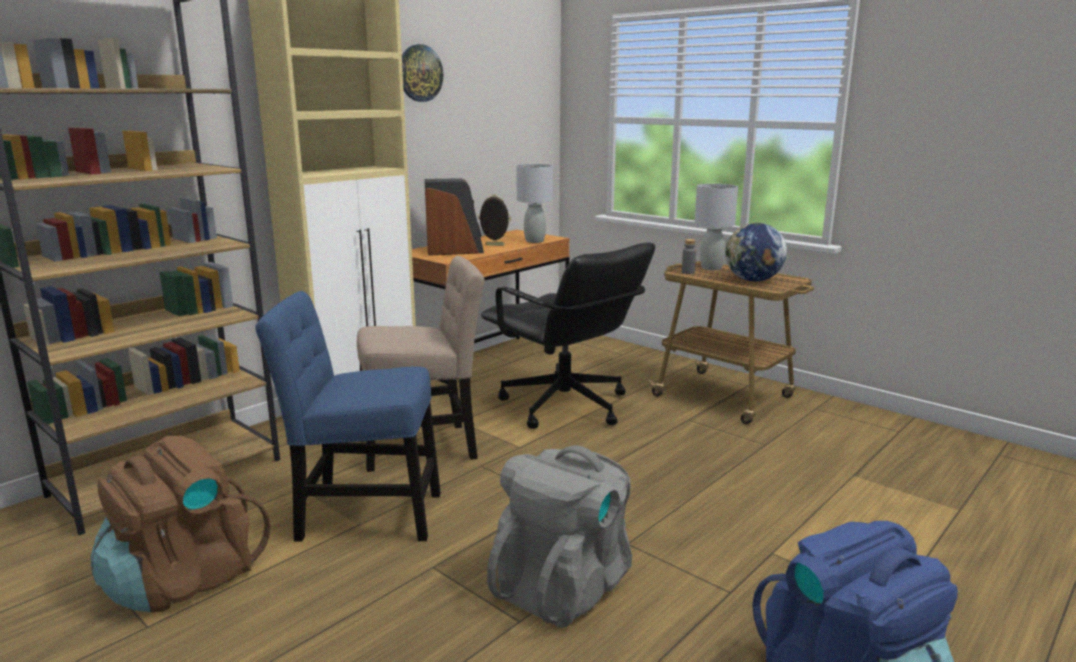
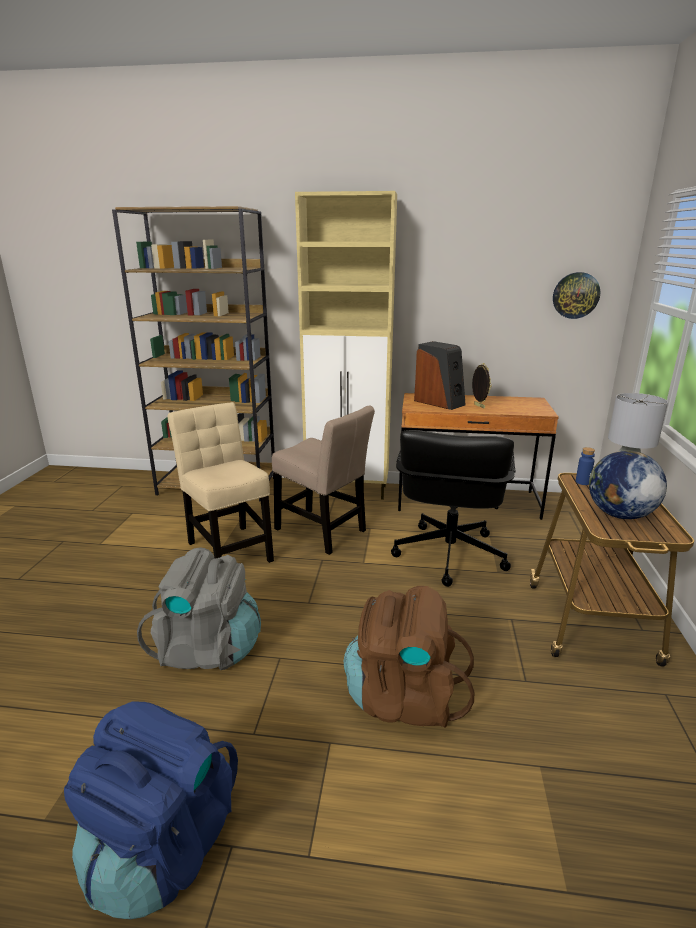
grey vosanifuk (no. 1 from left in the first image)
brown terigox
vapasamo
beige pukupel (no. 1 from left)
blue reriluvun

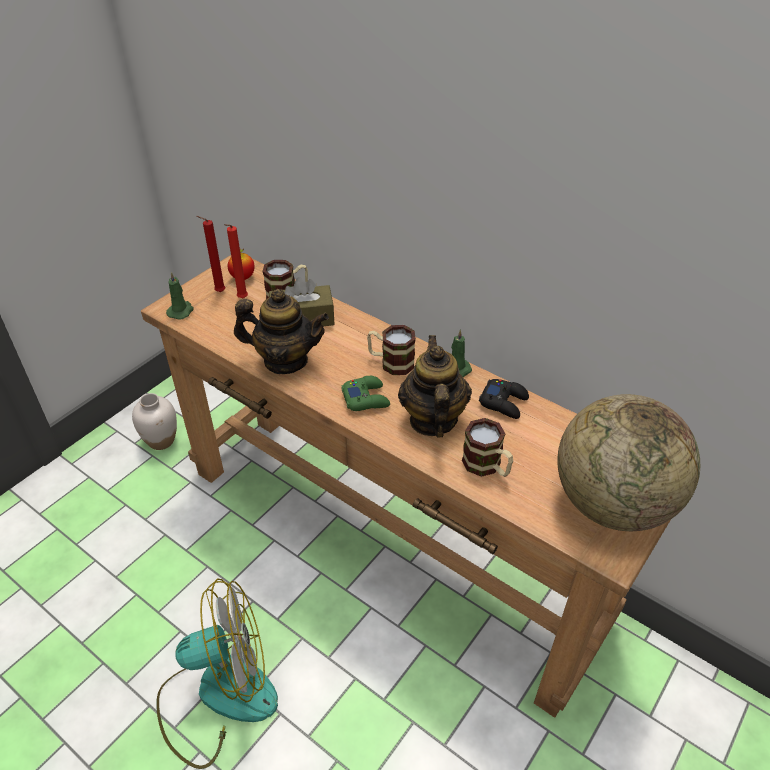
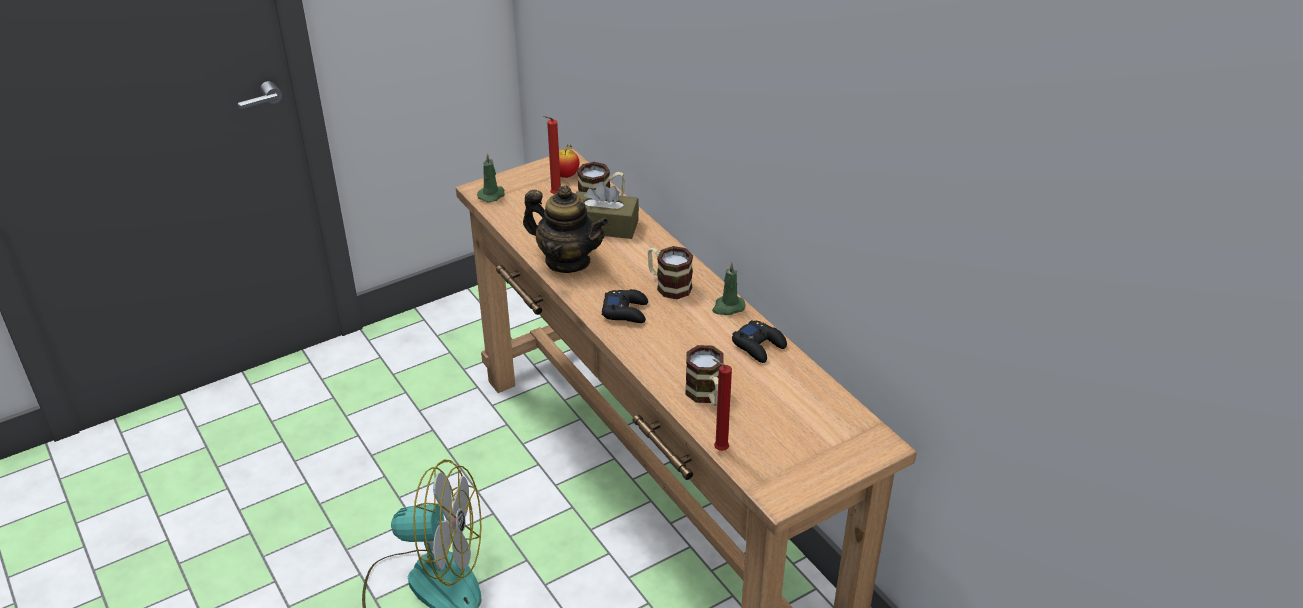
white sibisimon
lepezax (no. 2 from left in the first image)
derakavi
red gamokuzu (no. 2 from left)
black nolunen (no. 1 from left)

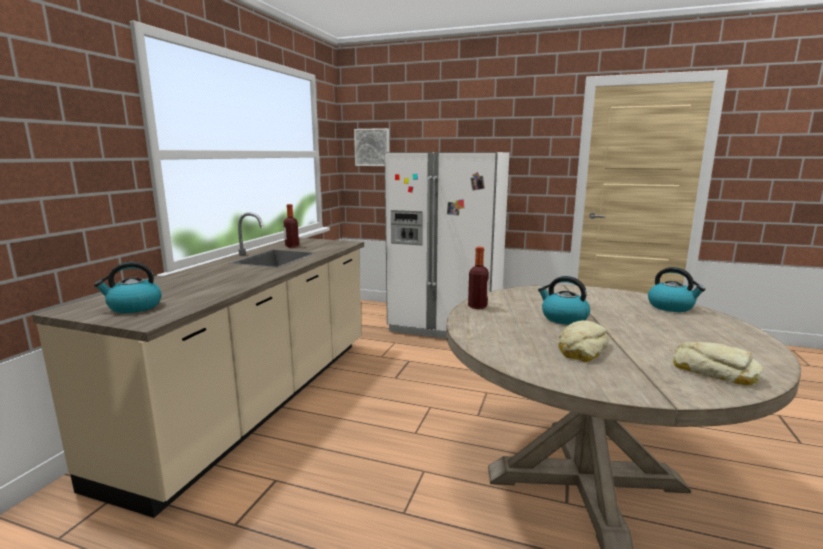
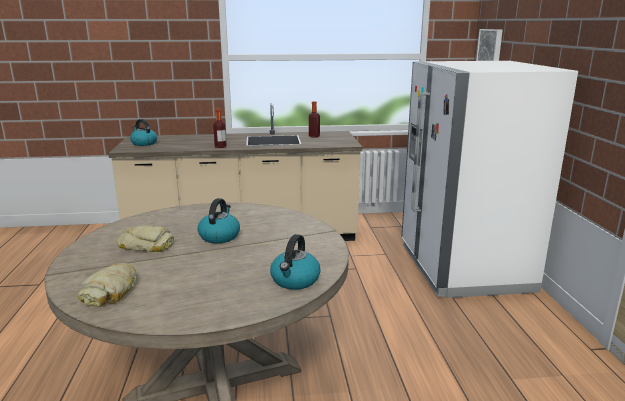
reriluvun (no. 1 from left)

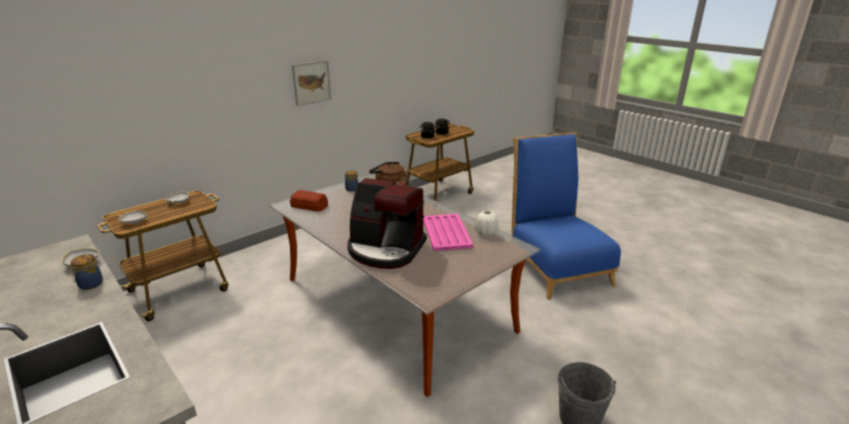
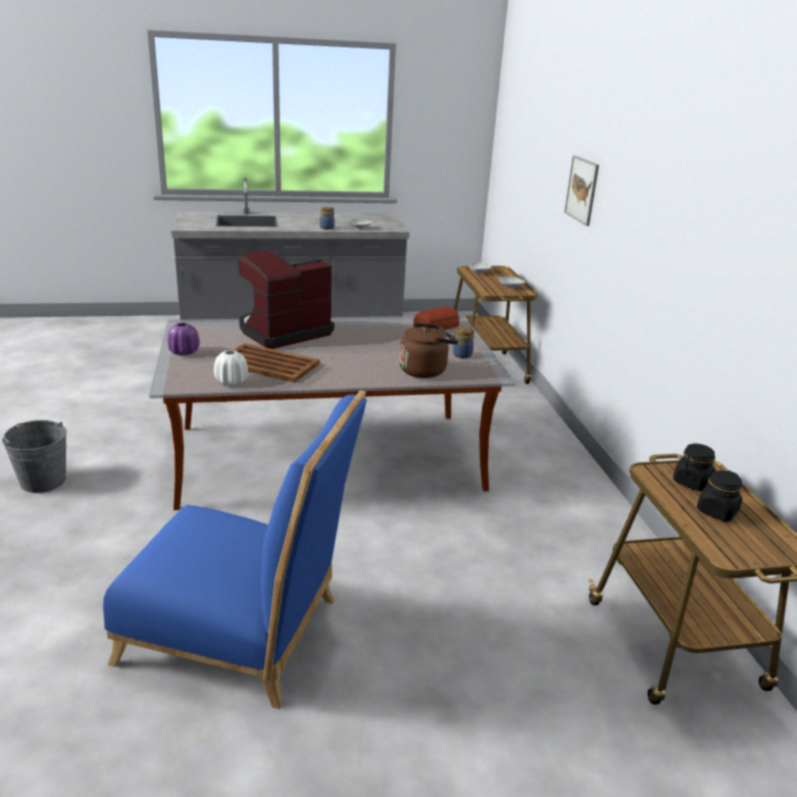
purple sibisimon
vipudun
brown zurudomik

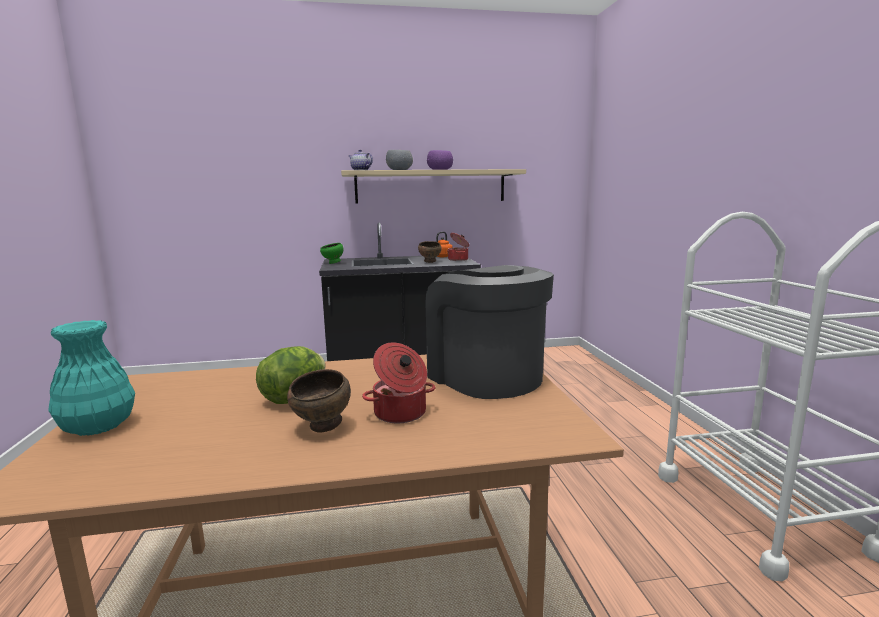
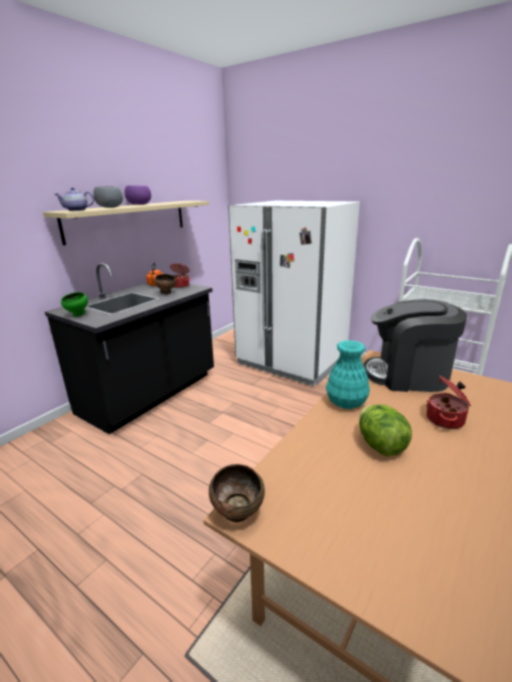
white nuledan
turquoise sibisimon
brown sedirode (no. 2 from left)

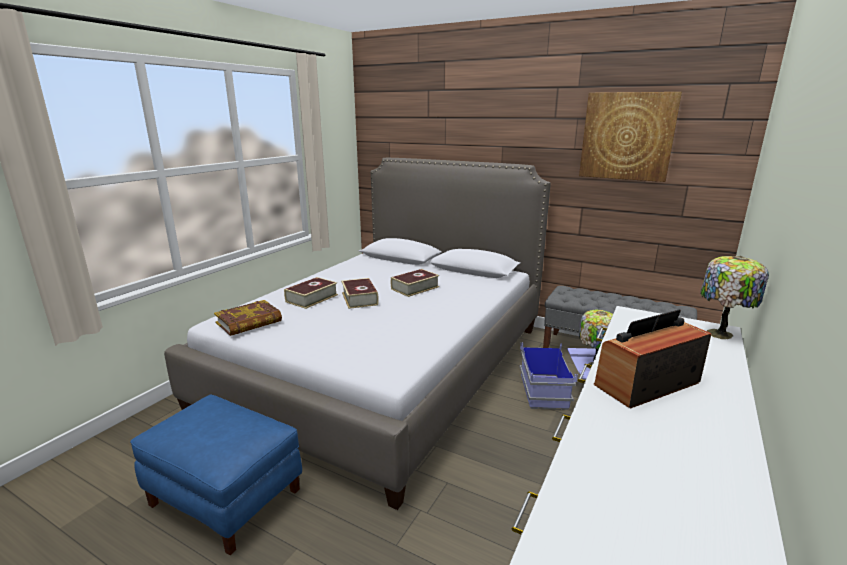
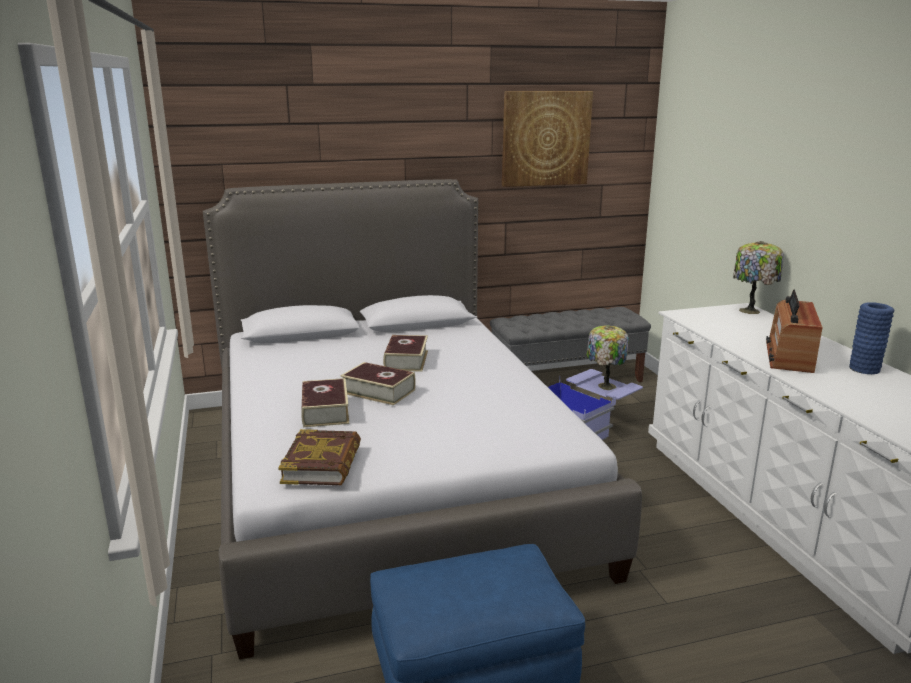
blue sibisimon

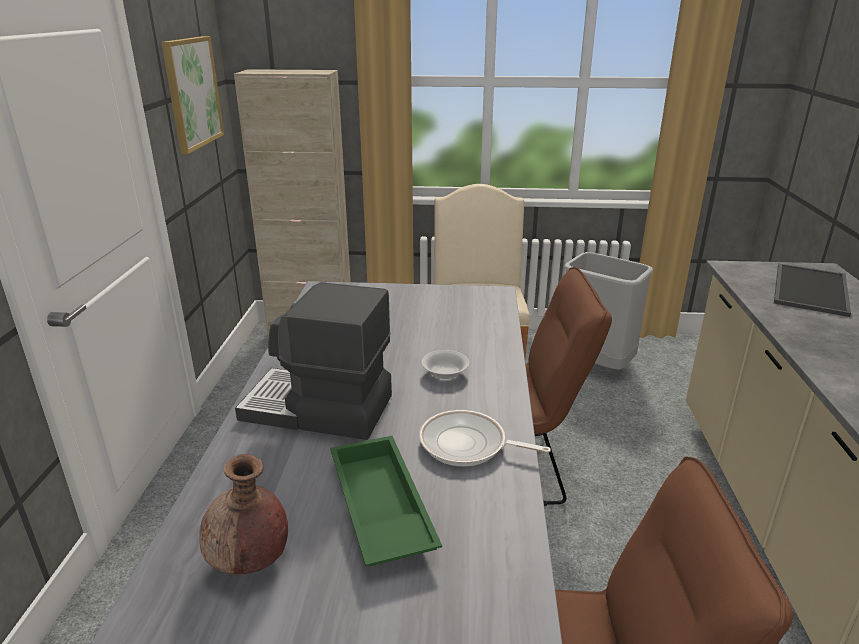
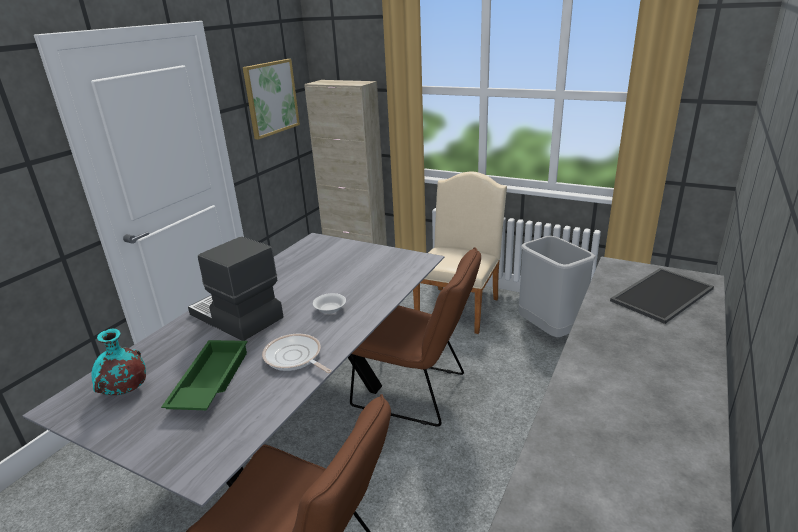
turquoise sibisimon

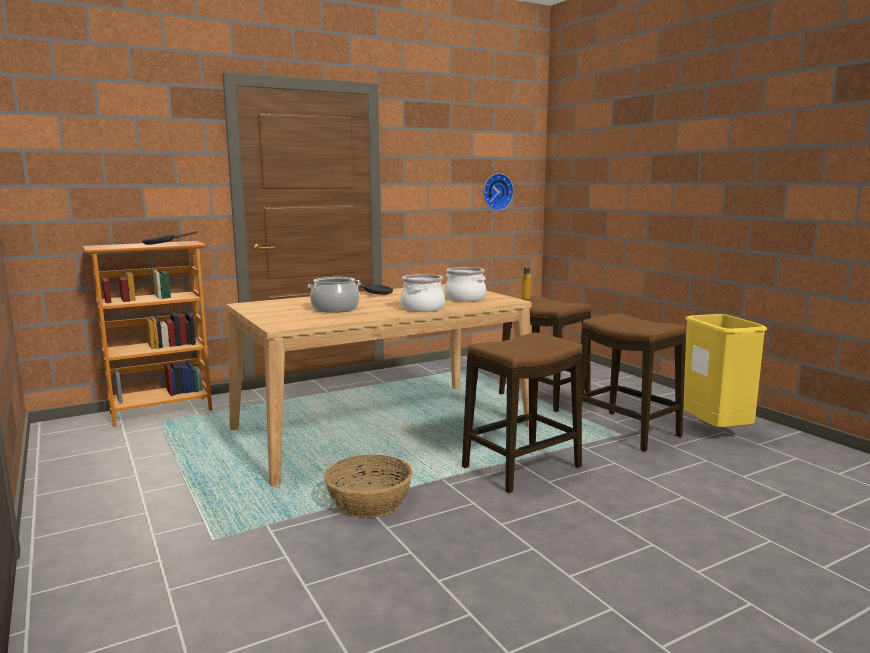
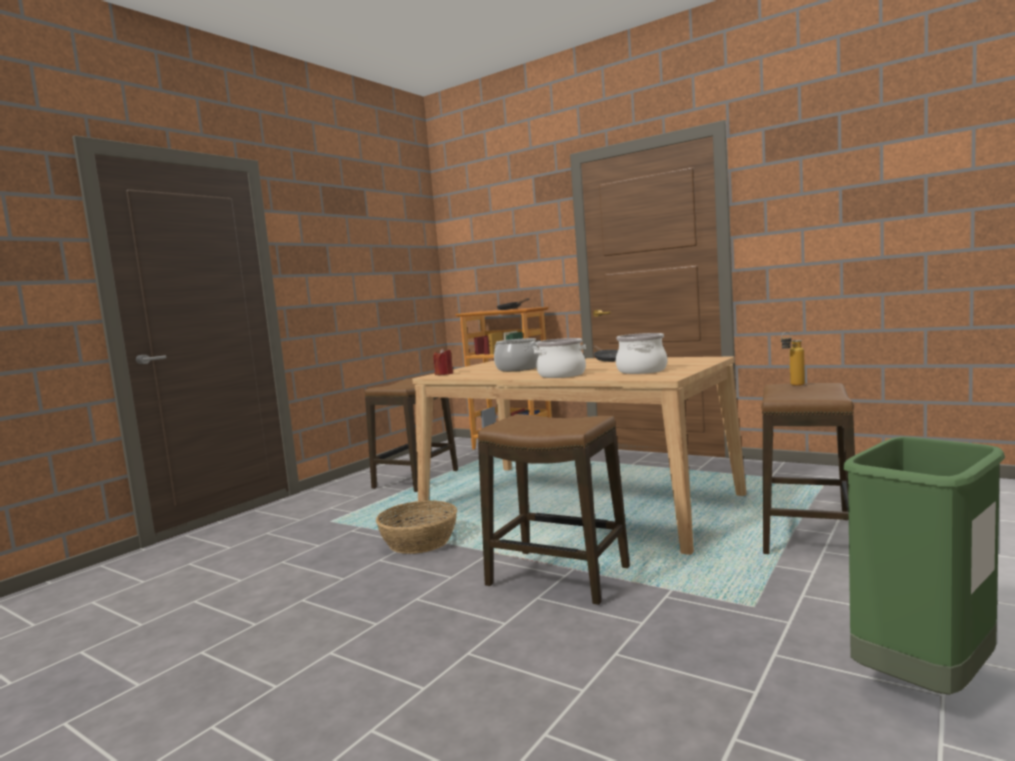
vapasamo
red gamokuzu
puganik (no. 1 from left)
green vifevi

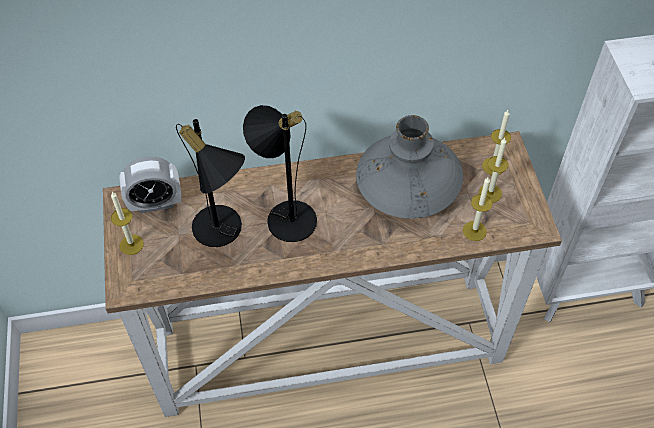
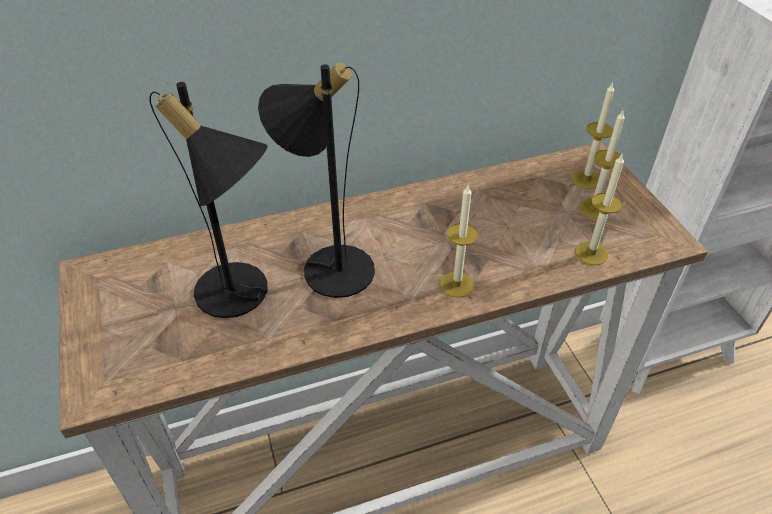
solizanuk
grey sibisimon
gamokuzu (no. 1 from left)

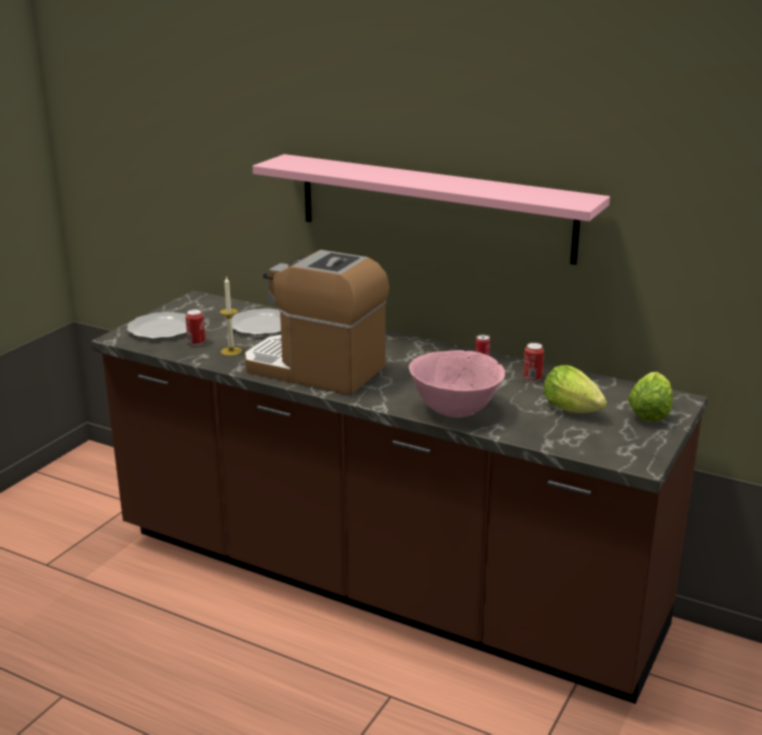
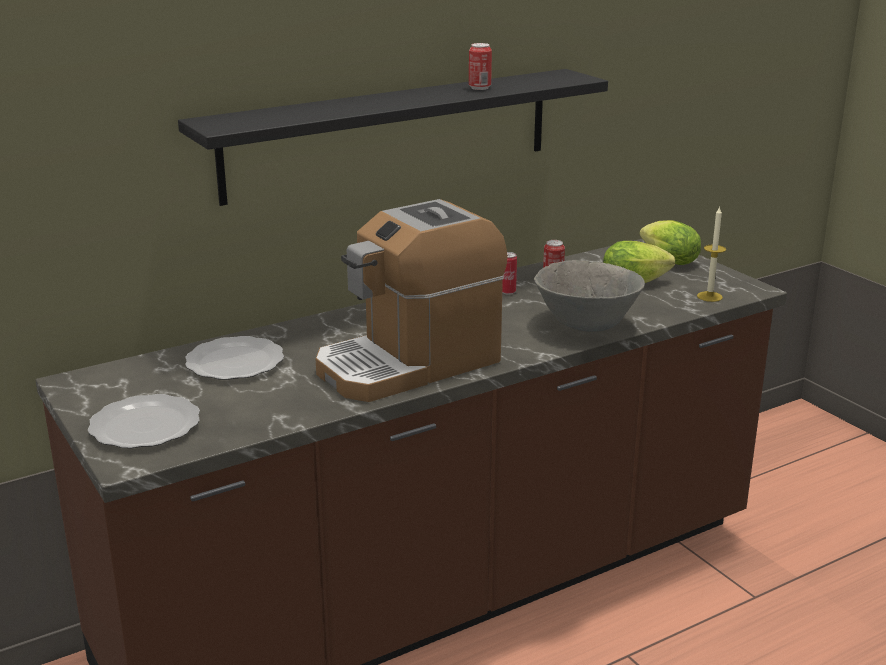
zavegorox (no. 1 from left)
gamokuzu
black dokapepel
grey sedirode

